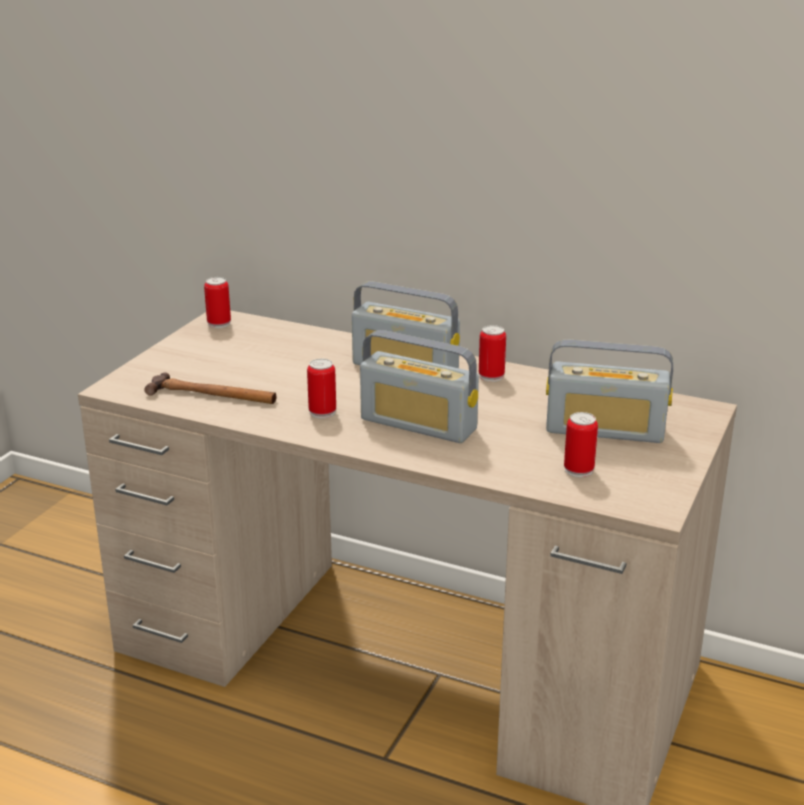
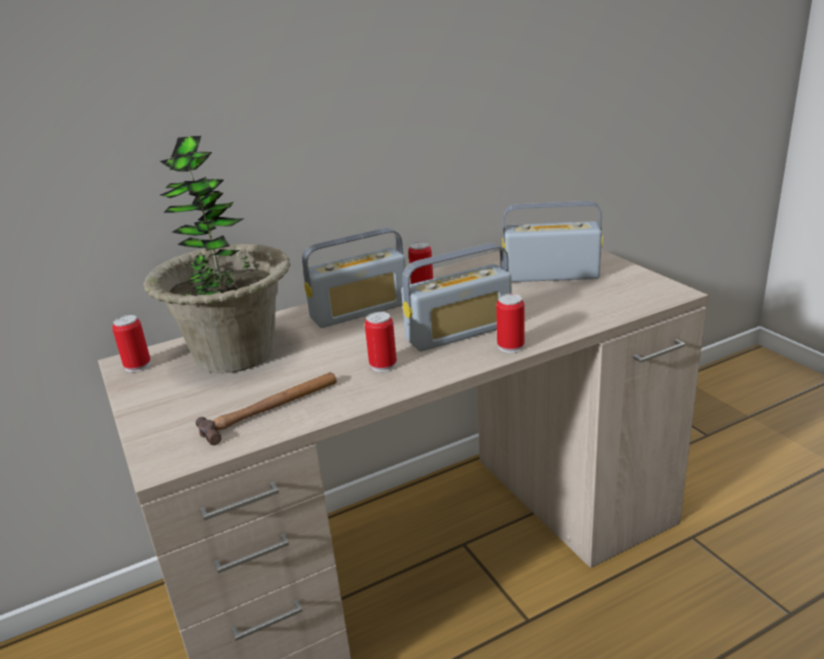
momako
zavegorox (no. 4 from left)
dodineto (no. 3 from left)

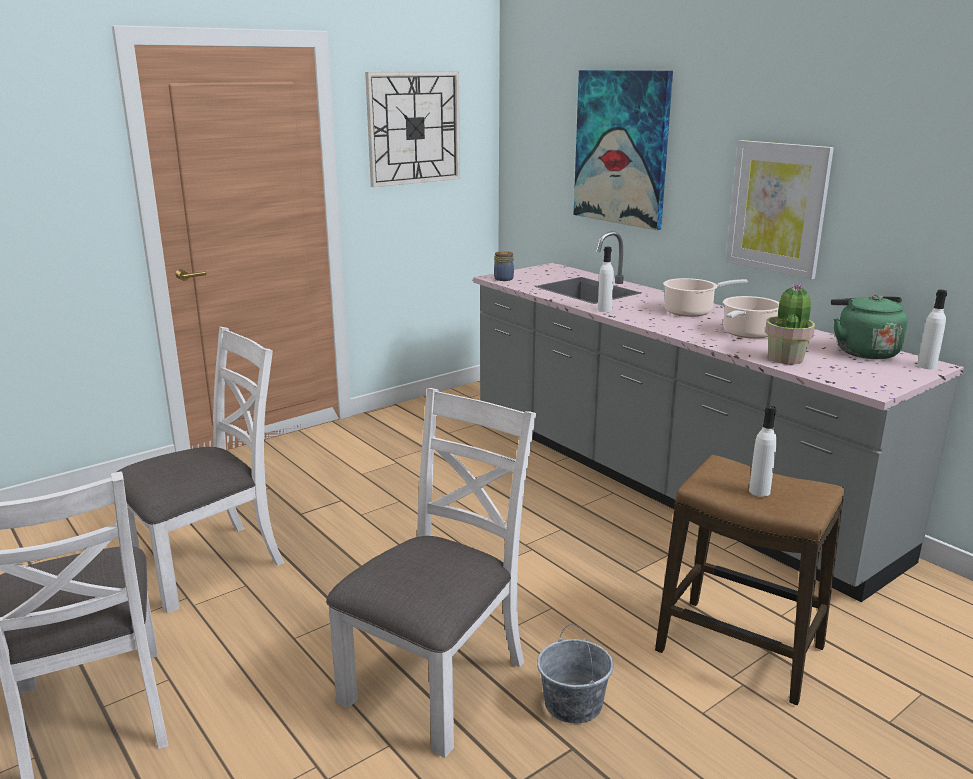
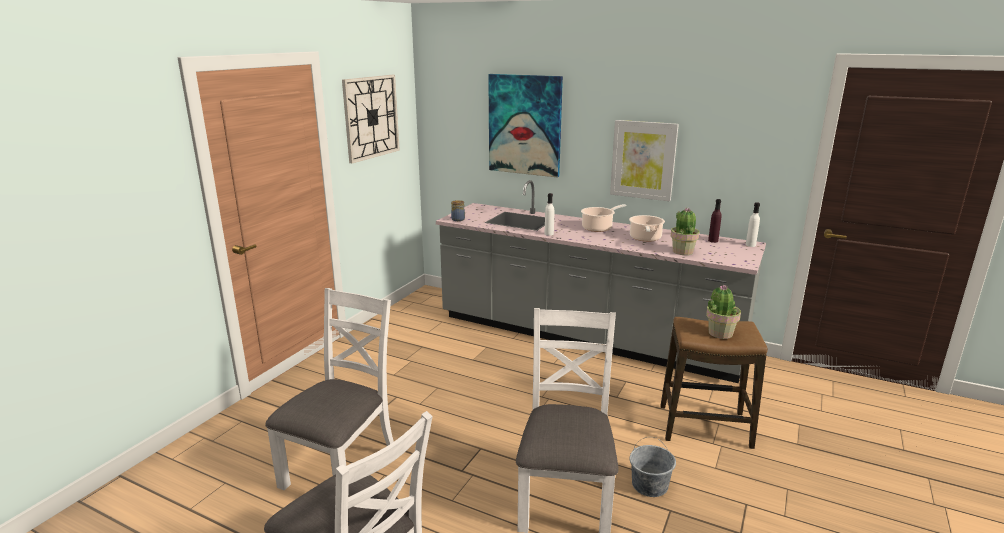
momako (no. 2 from left)
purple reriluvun

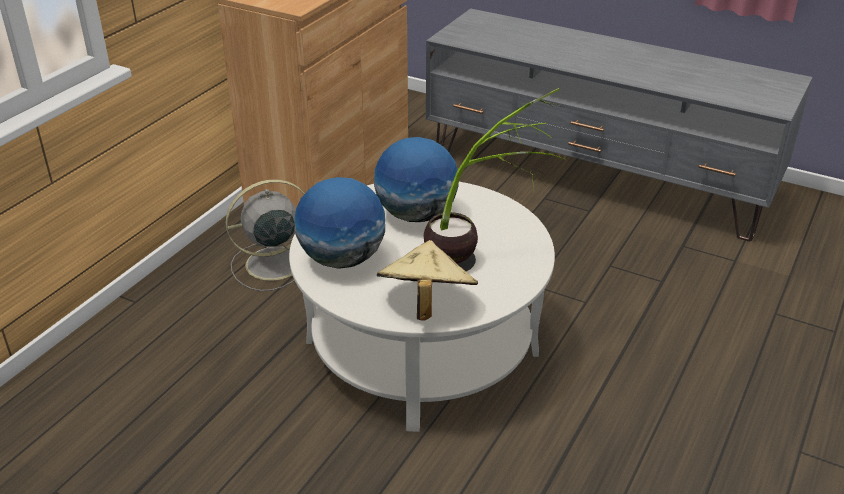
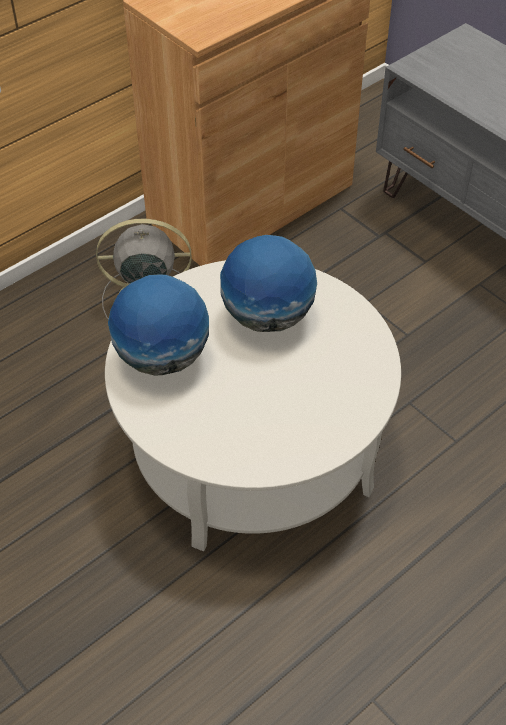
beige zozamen
momako

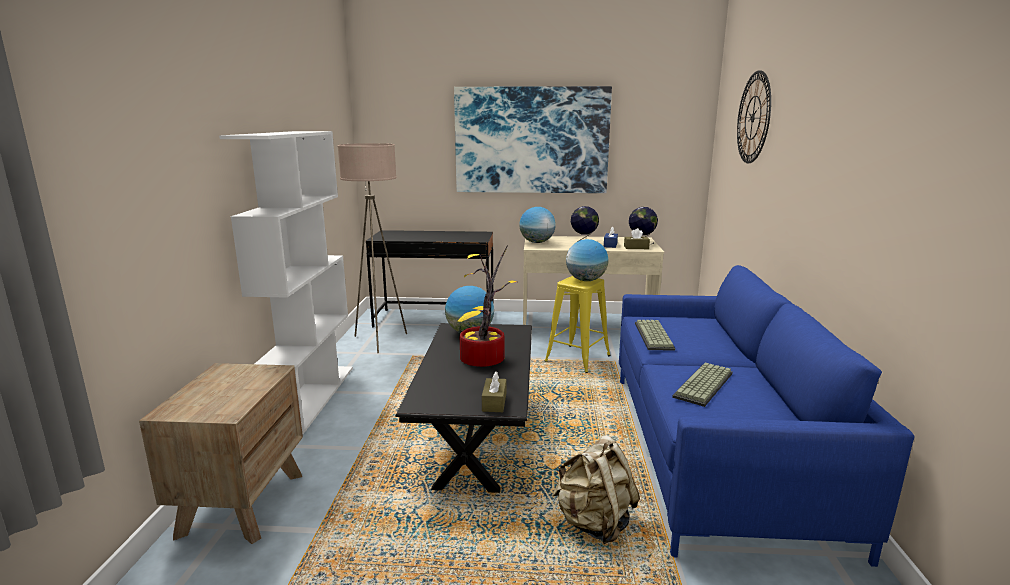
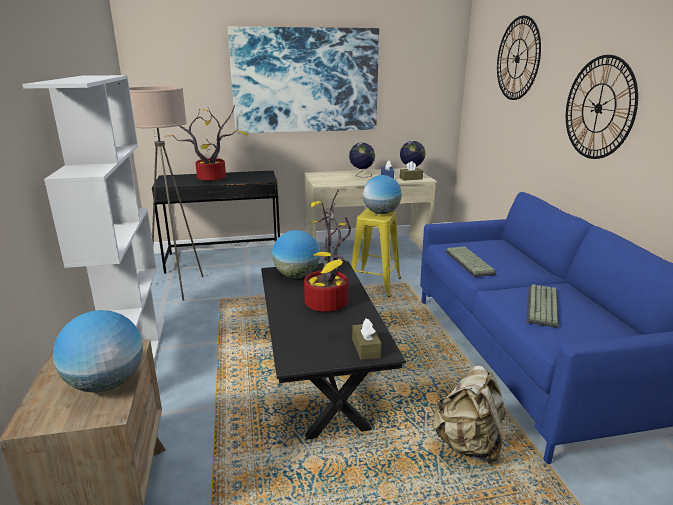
momako (no. 1 from left)
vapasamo (no. 2 from left)
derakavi (no. 1 from left)

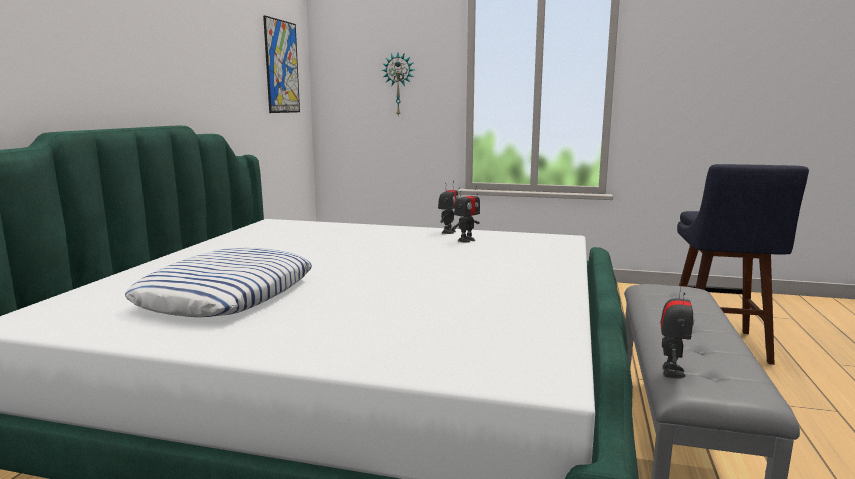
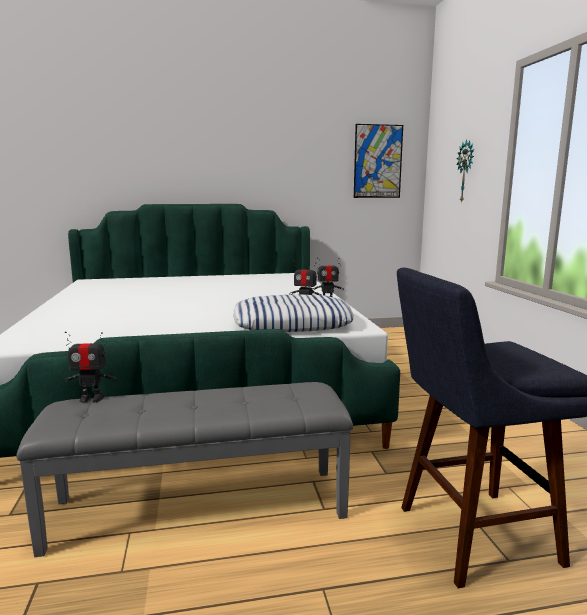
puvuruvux

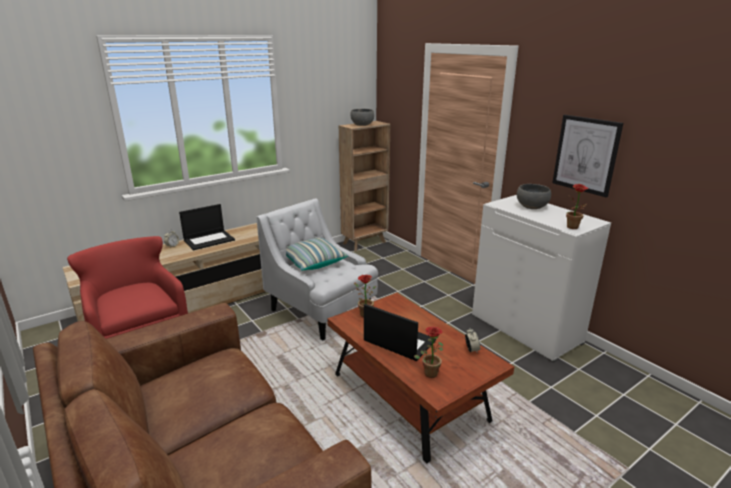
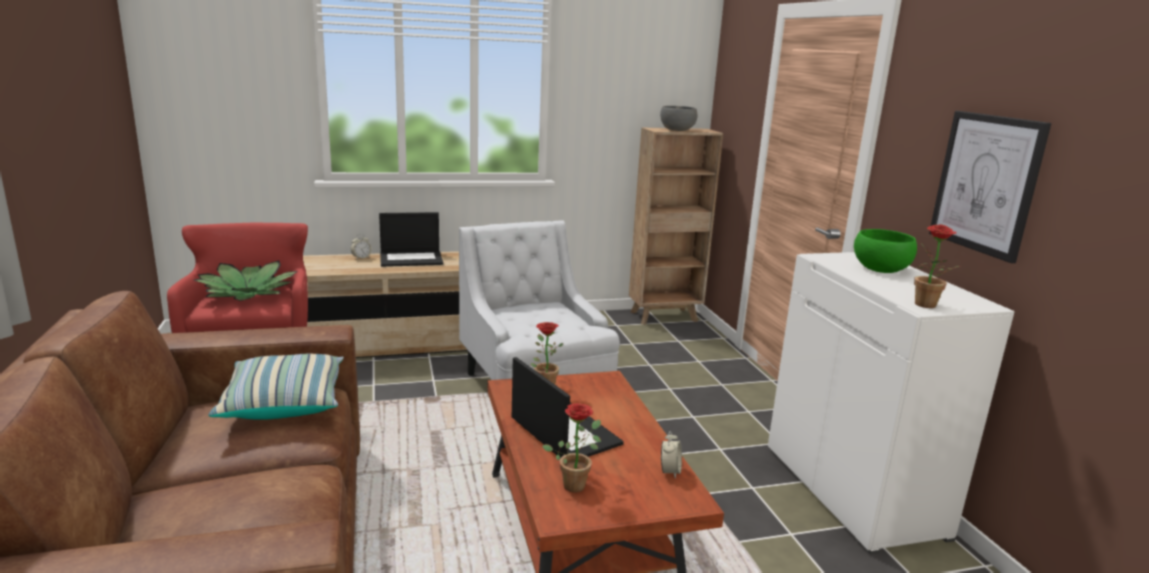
momako (no. 1 from left)
puvuruvux
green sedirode

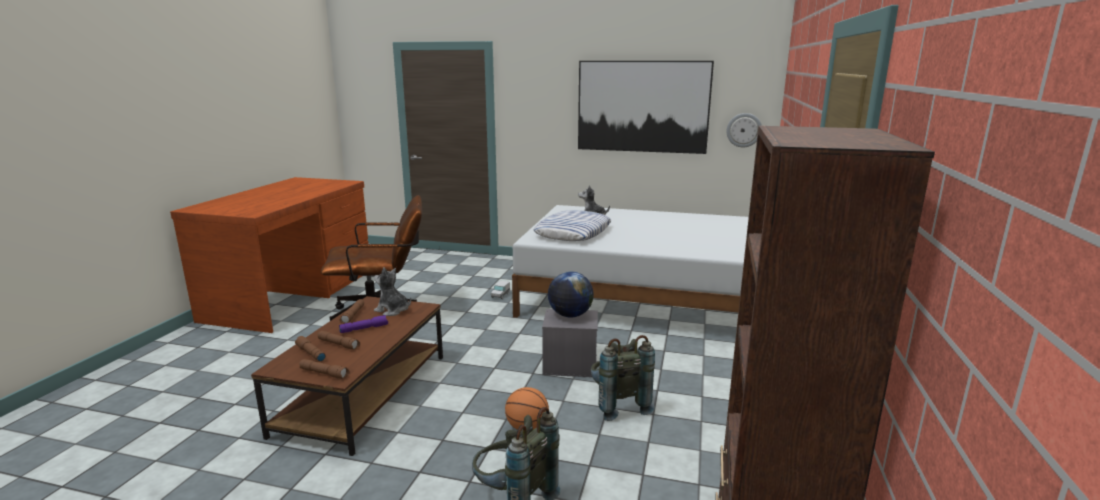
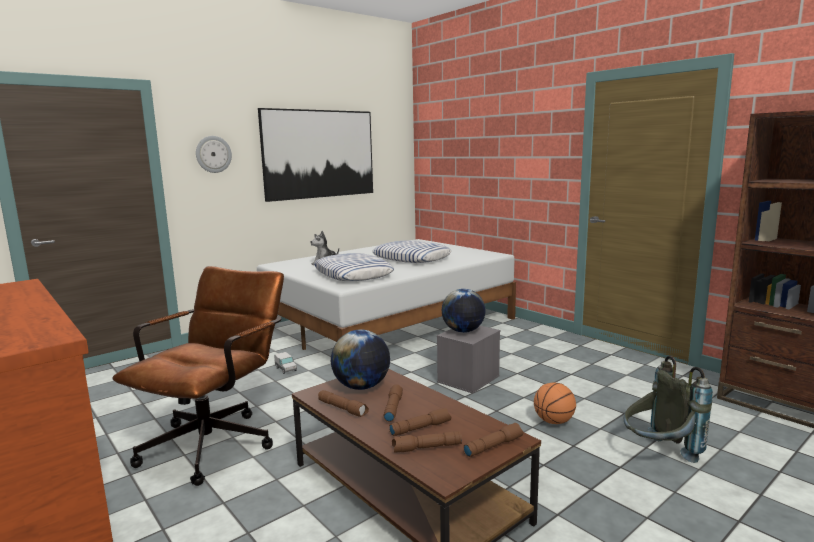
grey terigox (no. 2 from left in the first image)
puvuruvux (no. 2 from left)
vapasamo
derakavi (no. 1 from left)
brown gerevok (no. 2 from left)

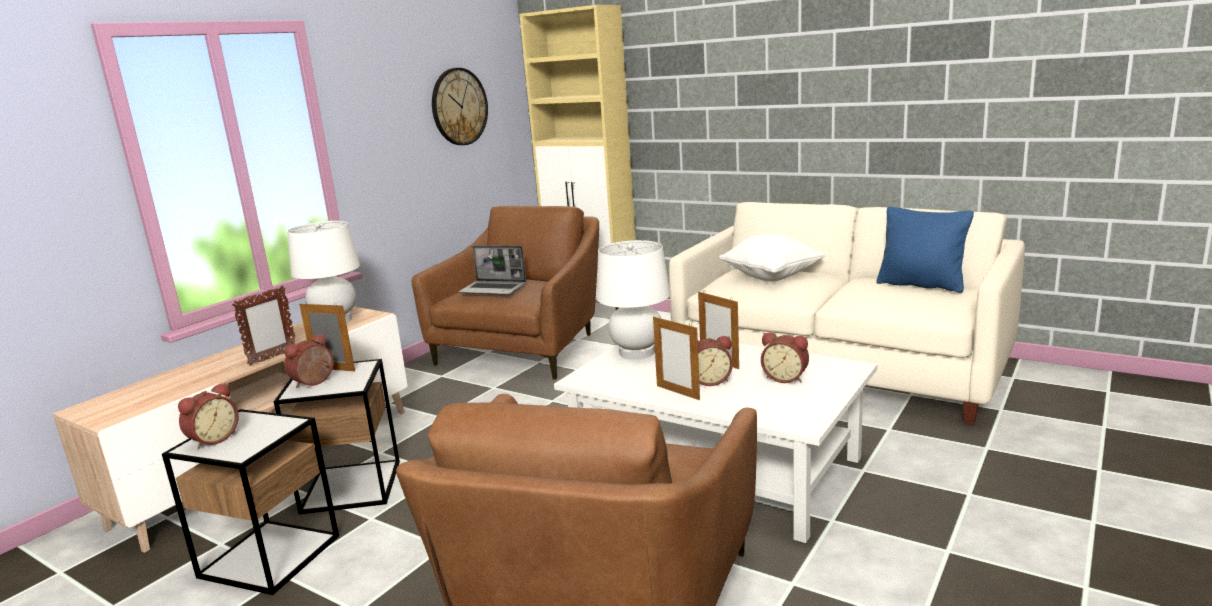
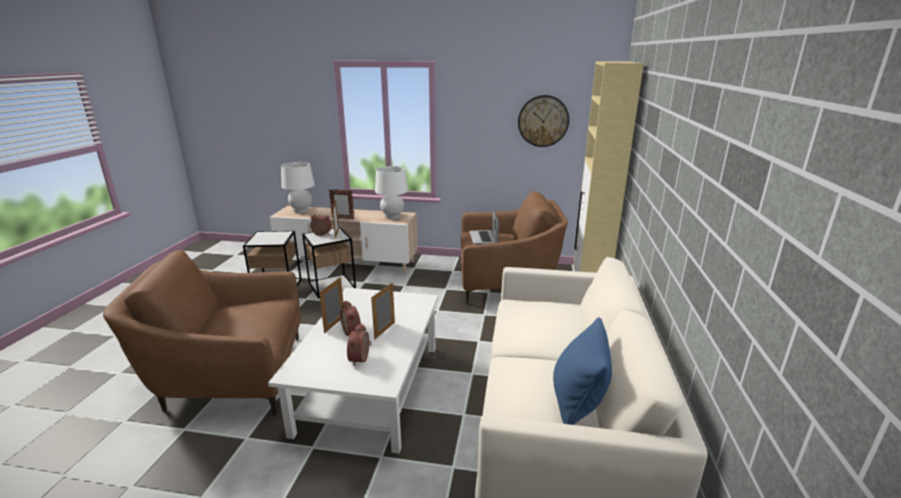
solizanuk (no. 1 from left in the first image)
white puvuruvux
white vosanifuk (no. 1 from left)

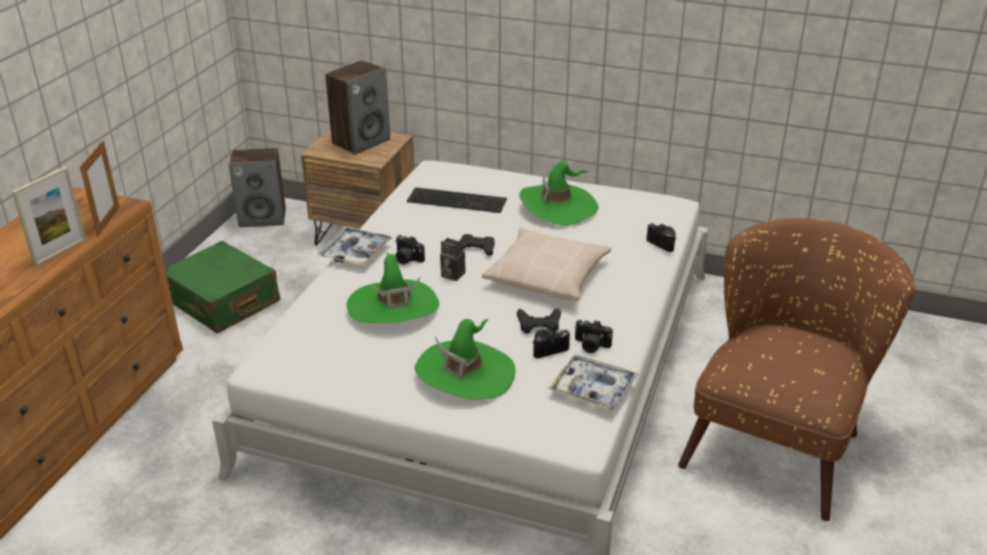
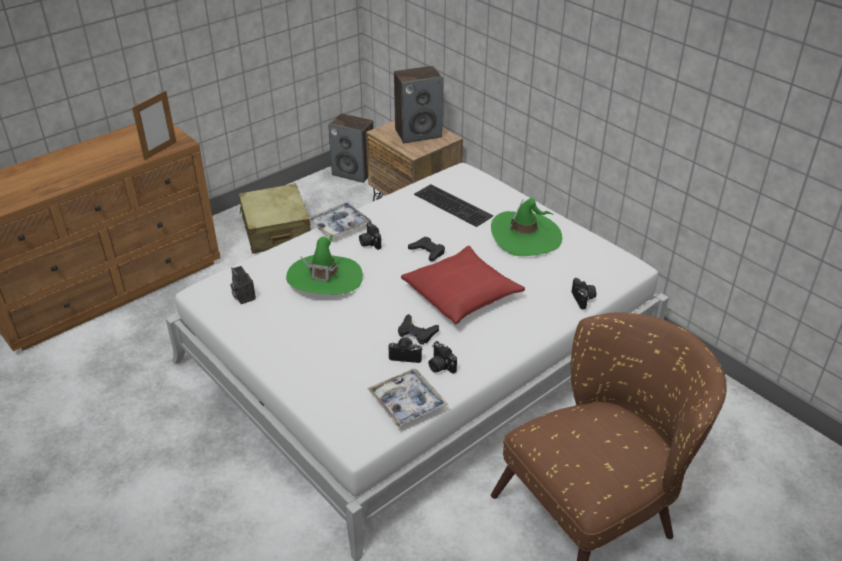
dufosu (no. 1 from left in the first image)
green zozamen (no. 2 from left in the first image)
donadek (no. 1 from left)
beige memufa
red puvuruvux

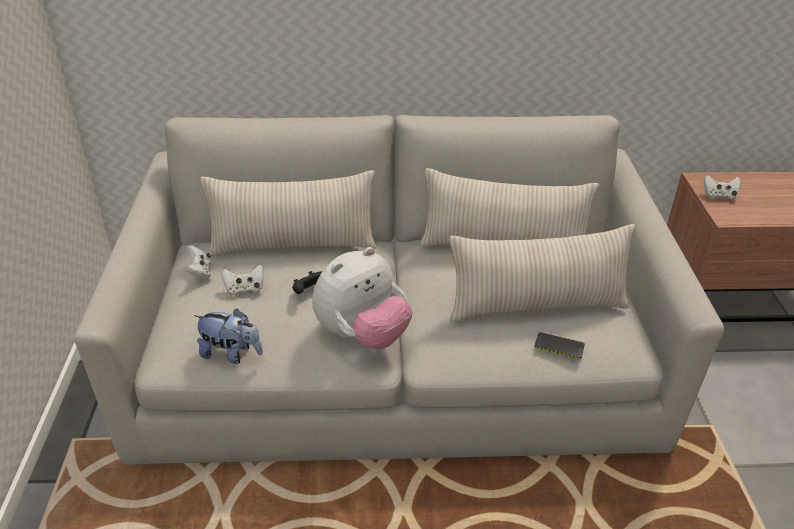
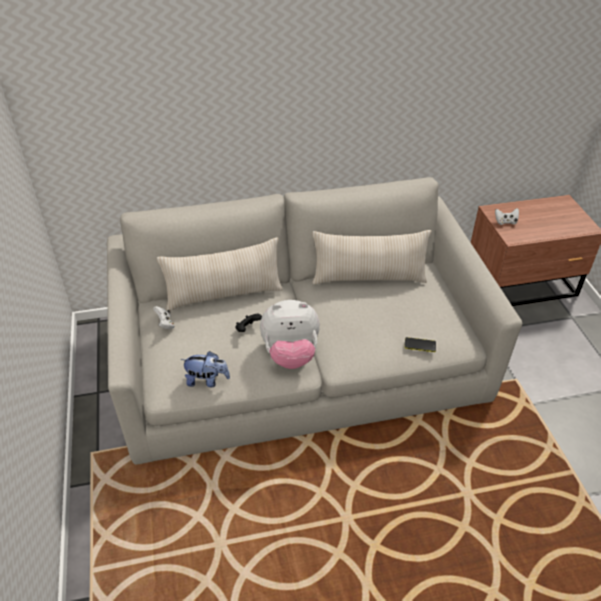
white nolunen (no. 2 from left in the first image)
beige puvuruvux (no. 3 from left in the first image)
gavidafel (no. 2 from left)

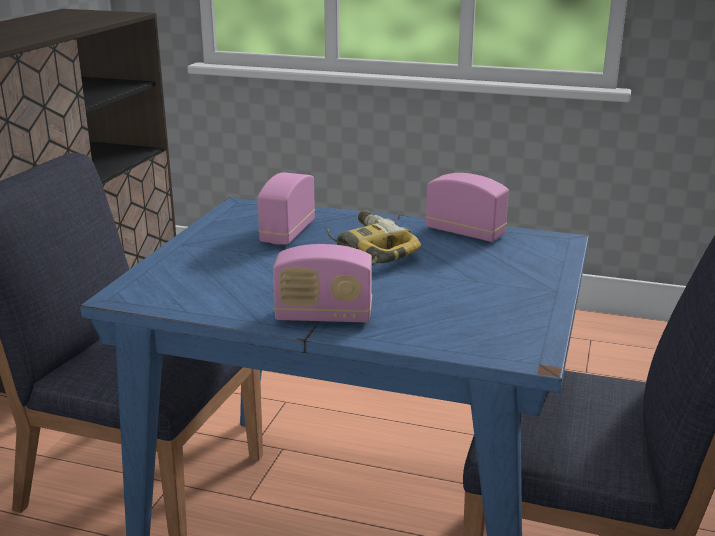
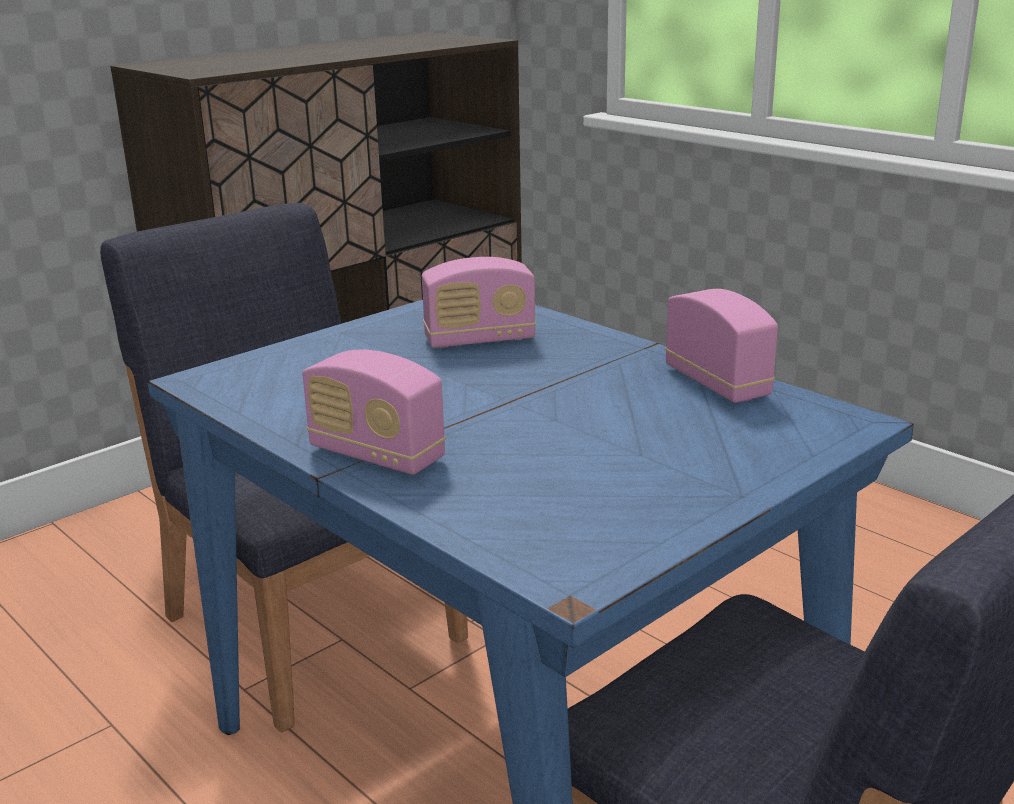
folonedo
dodineto (no. 2 from left)

